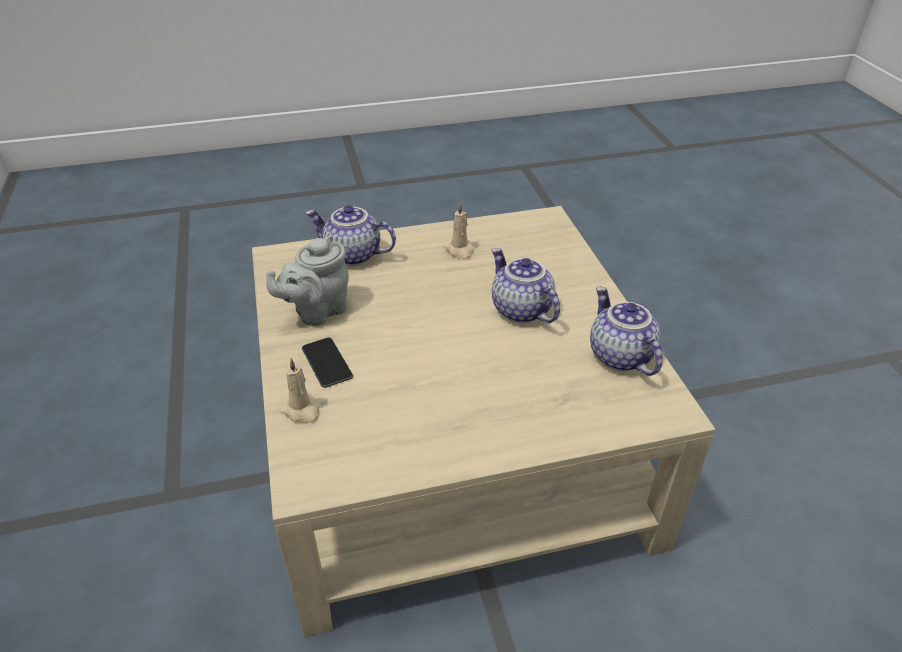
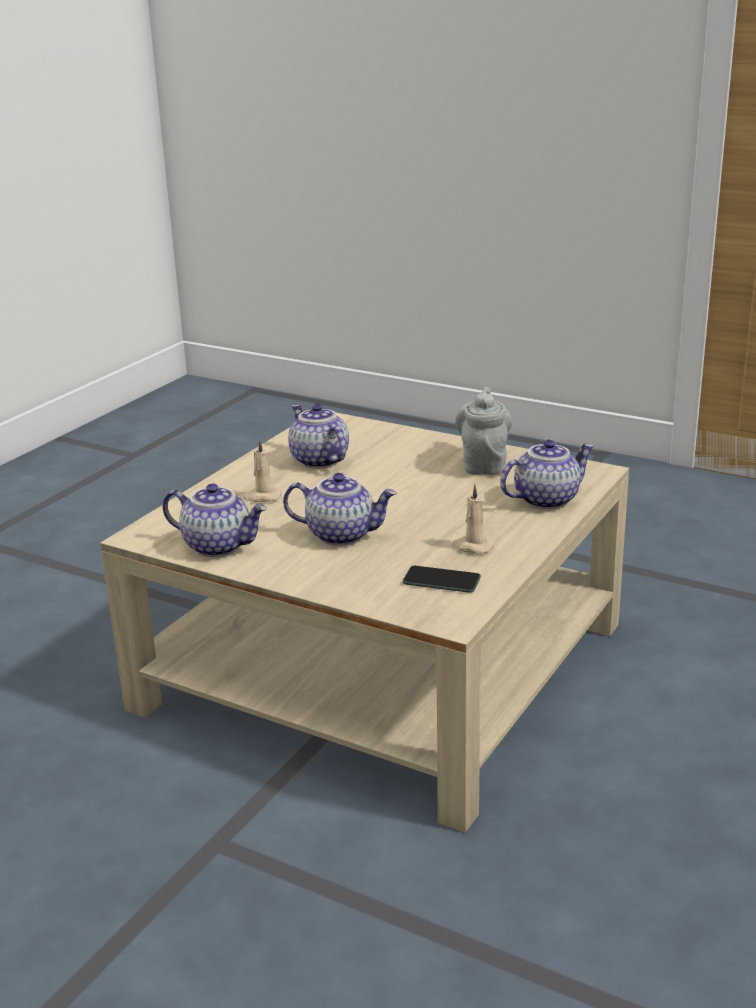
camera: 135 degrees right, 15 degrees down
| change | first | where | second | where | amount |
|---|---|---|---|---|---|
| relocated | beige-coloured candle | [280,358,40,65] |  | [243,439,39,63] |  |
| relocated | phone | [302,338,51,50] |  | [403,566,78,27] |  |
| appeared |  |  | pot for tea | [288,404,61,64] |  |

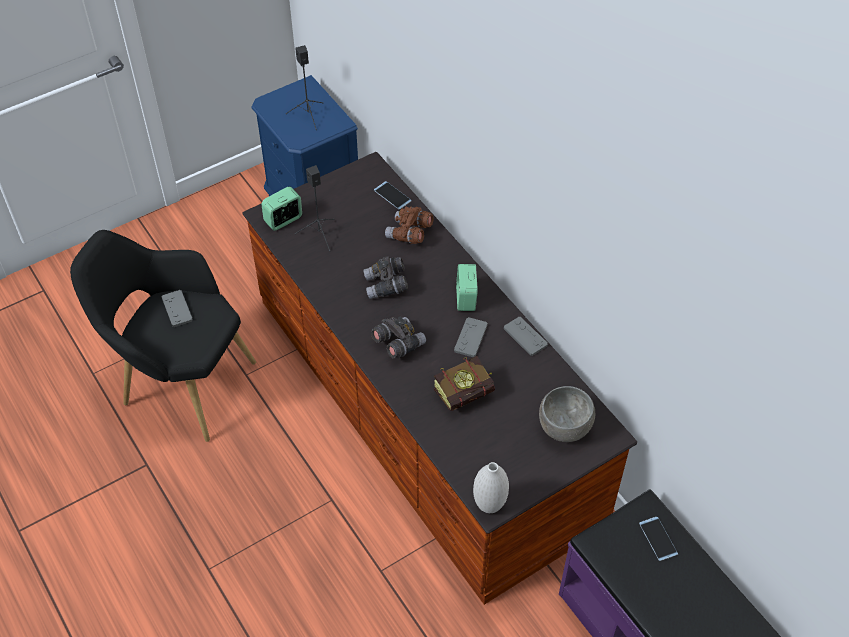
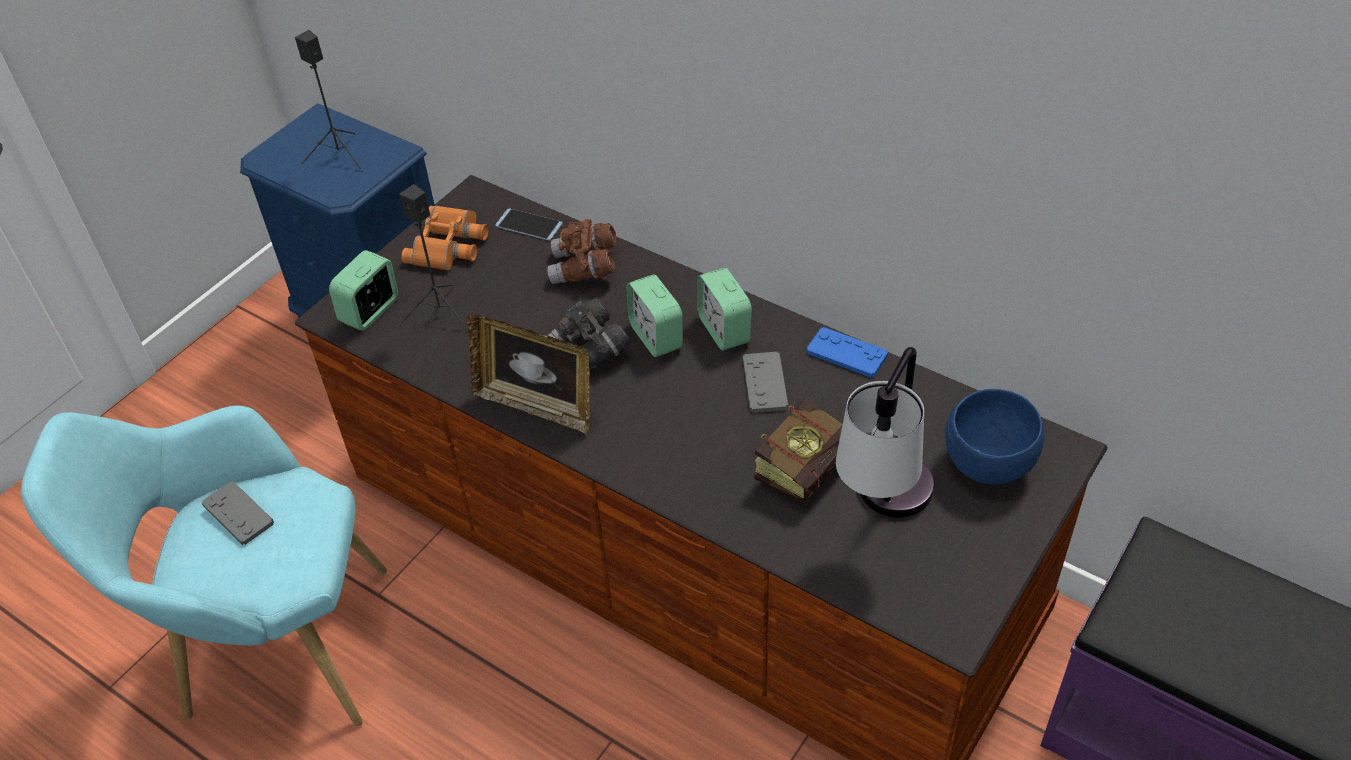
camera: 20 degrees left, 5 degrees down
| change | first | where | second | where | amount |
|---|---|---|---|---|---|
| colour | black lounge chair | [70,230,186,212] | turquoise-coloured lounge chair | [21,406,366,320] |  |
| missing | gray binoculars | [371,316,55,42] |  |  |  |
| missing | white vase | [473,462,36,51] |  |  |  |
| colour | gray gamepad | [504,317,44,39] | blue-coloured gamepad | [806,327,82,51] |  |
| colour | gray bowl | [539,386,56,56] | blue-coloured bowl | [945,389,100,96] |  |
| missing | phone | [639,517,39,44] |  |  |  |
| appeared |  |  | orange binoculars | [401,206,87,65] |  |
| appeared |  |  | photo frame | [467,314,123,121] |  |
| appeared |  |  | bedside clock | [627,274,56,83] |  |
| appeared |  |  | tabletop lamp | [836,347,98,171] |  |

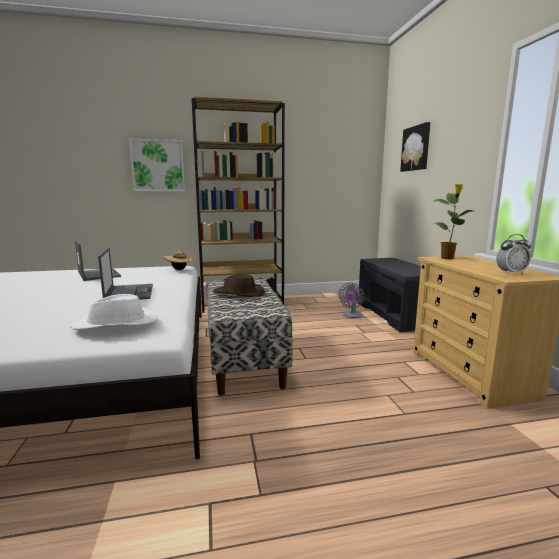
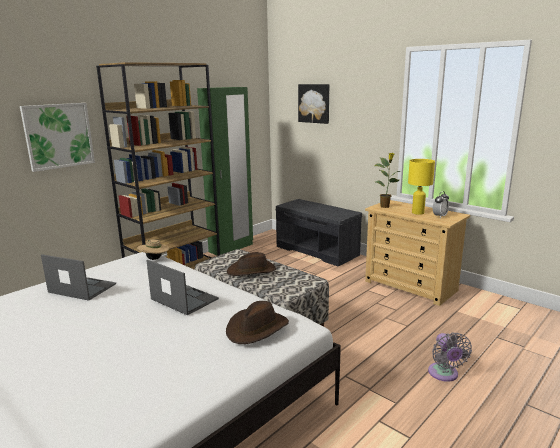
camera: 35 degrees left, 5 degrees up
| change | first | where | second | where | amount |
|---|---|---|---|---|---|
| colour | white clothing hat | [71,294,87,36] | brownish clothing hat | [226,301,63,43] |  |
| relocated | gray electric fan | [338,283,26,35] |  | [428,332,44,50] |  |
| appeared |  |  | greenish wardrobe | [197,87,56,169] |  |
| appeared |  |  | yellow tabletop lamp | [408,159,27,56] |  |

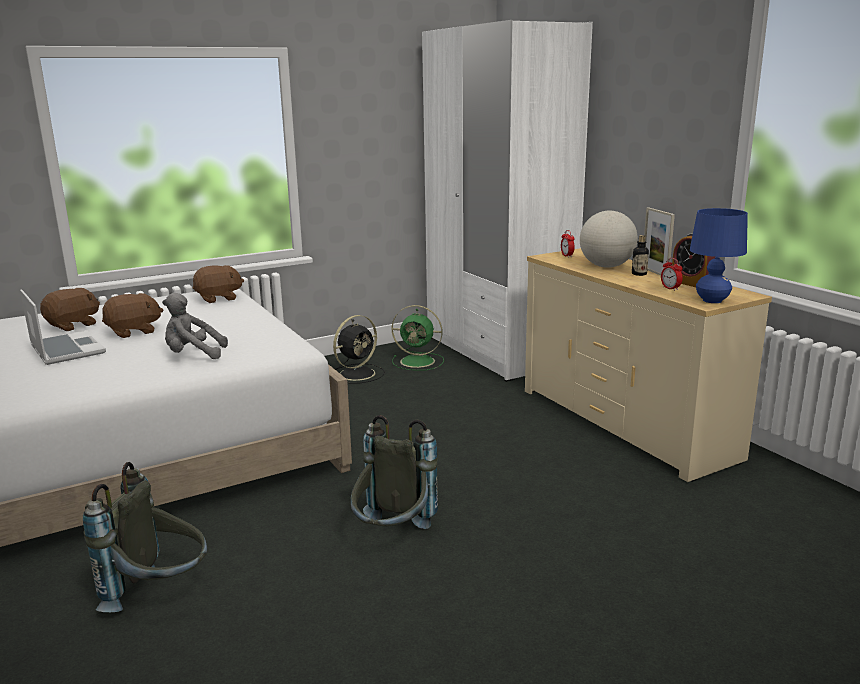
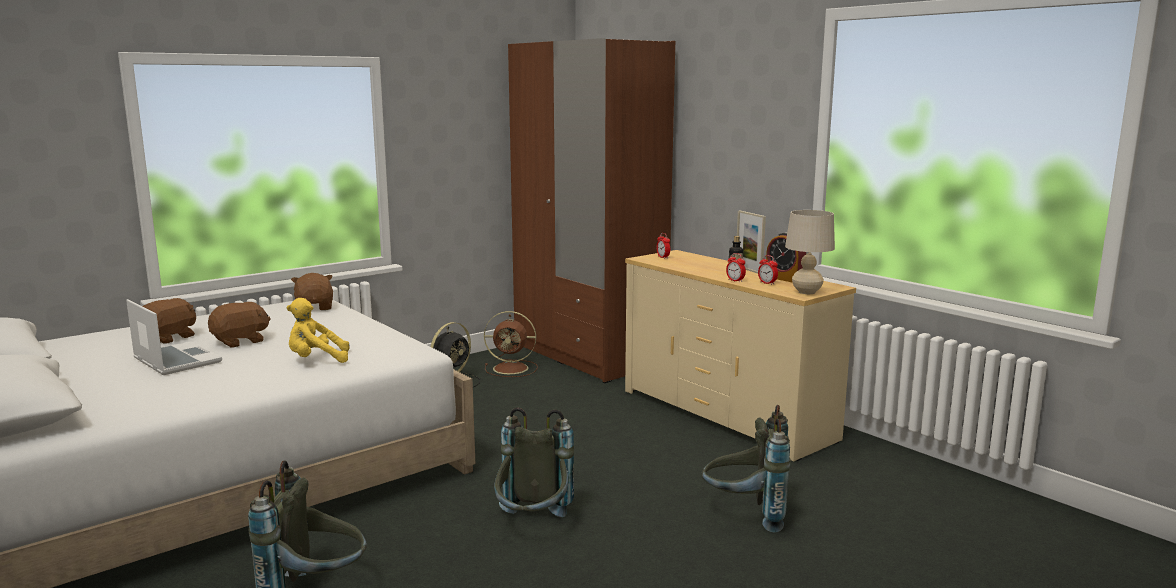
camera: 10 degrees left, 5 degrees down
| change | first | where | second | where | amount |
|---|---|---|---|---|---|
| colour | gray soft toy | [162,293,66,66] | yellow soft toy | [286,298,63,65] |  |
| spun | brownish soft toy | [193,265,51,38] |  | [291,273,42,37] | 75 degrees counterclockwise |
| colour | greenish electric fan | [392,305,52,66] | brownish electric fan | [484,311,54,66] |  |
| colour | white wardrobe | [422,20,171,362] | brownish wardrobe | [508,38,167,345] |  |
| missing | world globe | [580,211,58,57] |  |  |  |
| colour | blue-coloured tabletop lamp | [690,208,58,95] | beige-coloured tabletop lamp | [785,210,50,84] |  |
| appeared |  |  | gray backpack | [702,405,88,128] |  |
| appeared |  |  | bedside clock | [726,253,20,30] |  |

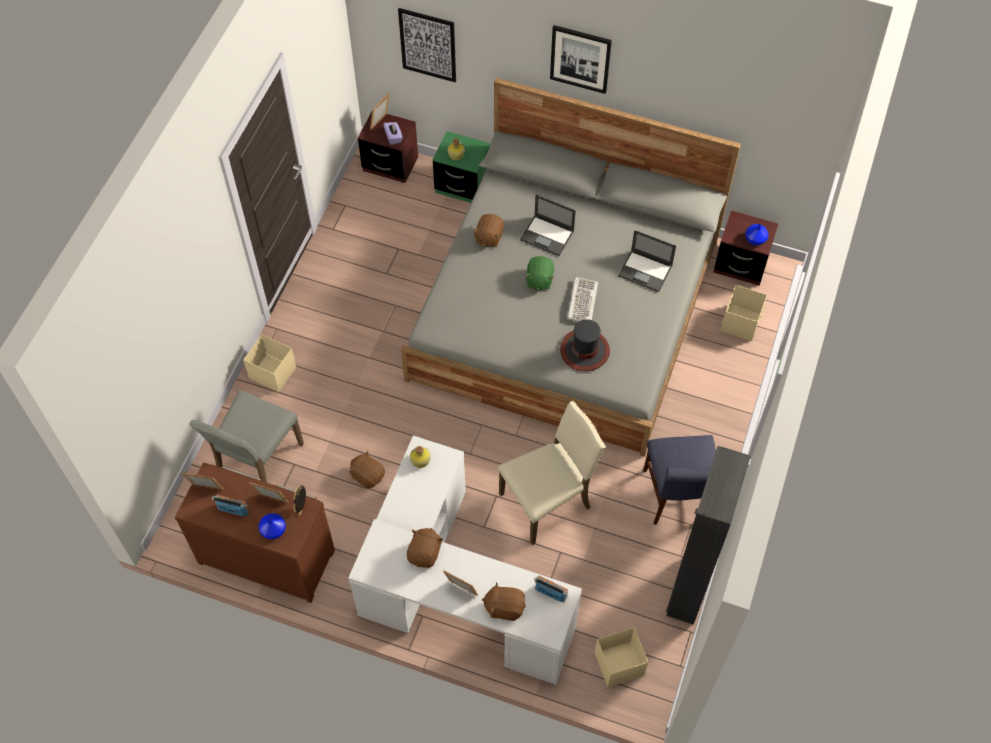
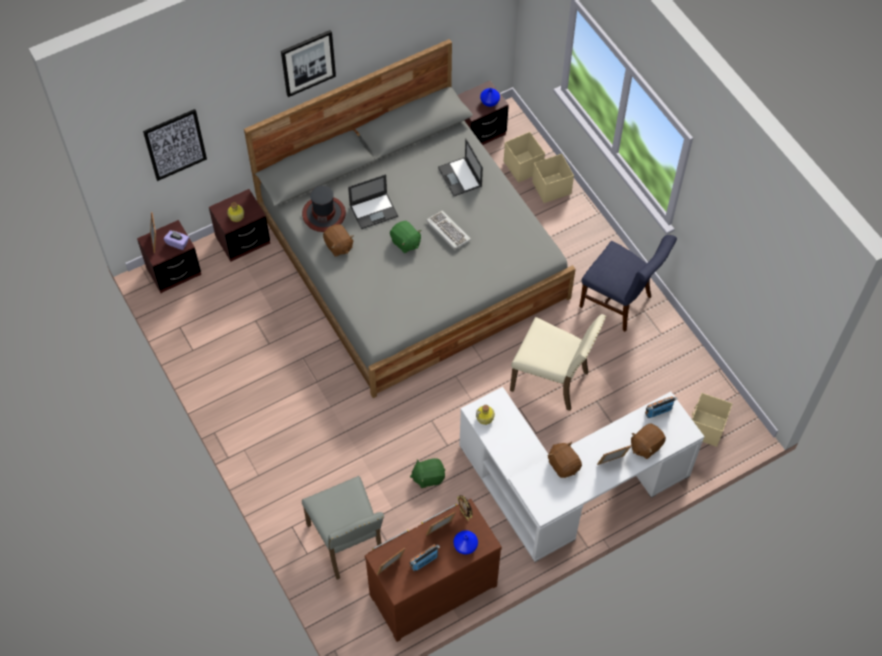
camera: 50 degrees left, 0 degrees up
| change | first | where | second | where | amount |
|---|---|---|---|---|---|
| relocated | beige-coloured storage box | [243,334,53,58] |  | [532,154,42,49] |  |
| colour | brownish soft toy | [349,451,36,38] | greenish soft toy | [410,458,35,30] |  |
| colour | greenish bedside table | [433,131,57,72] | brownish bedside table | [209,189,61,73] |  |
| spun | beige-coloured upright chair | [498,401,108,144] |  | [510,314,96,97] | 105 degrees clockwise |
| relocated | clothing hat | [560,319,50,52] |  | [302,186,44,46] |  |
| spun | notebook computer | [618,230,58,62] |  | [438,138,45,58] | 90 degrees clockwise |
| missing | black wardrobe | [666,446,85,179] |  |  |  |

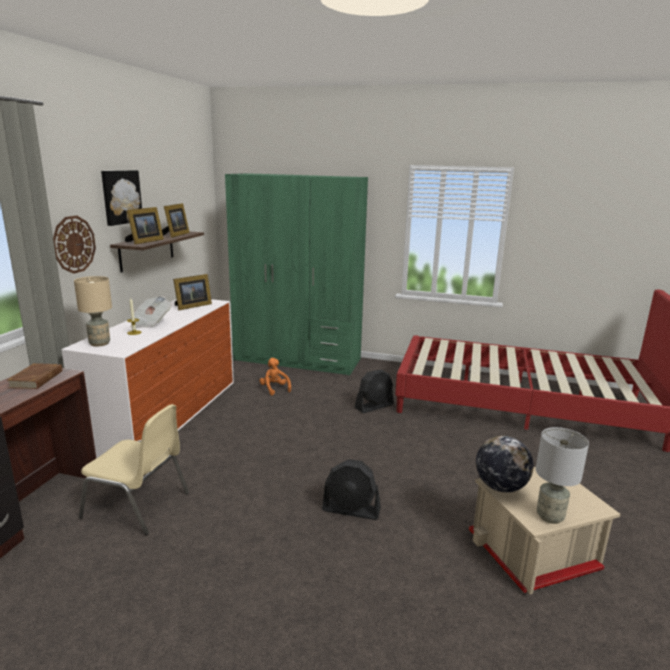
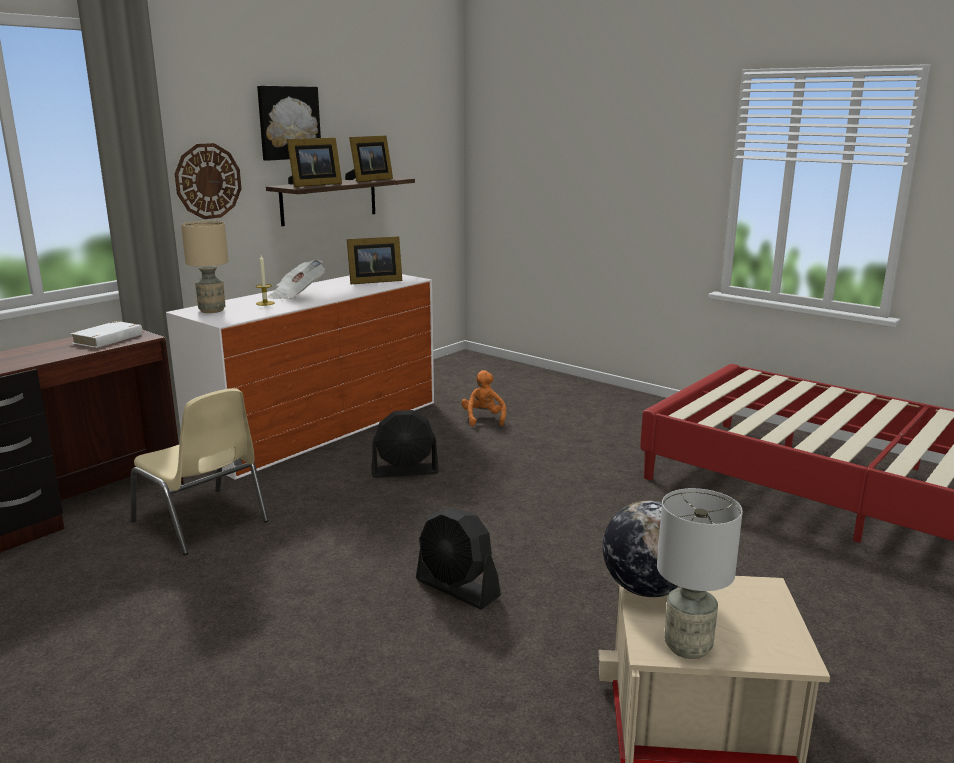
camera: 25 degrees right, 0 degrees up
| change | first | where | second | where | amount |
|---|---|---|---|---|---|
| colour | brownish volume | [6,363,56,26] | white volume | [70,321,74,27] |  |
| missing | greenish wardrobe | [225,173,143,203] |  |  |  |
| relocated | black electric fan | [355,370,39,43] |  | [371,410,68,68] |  |

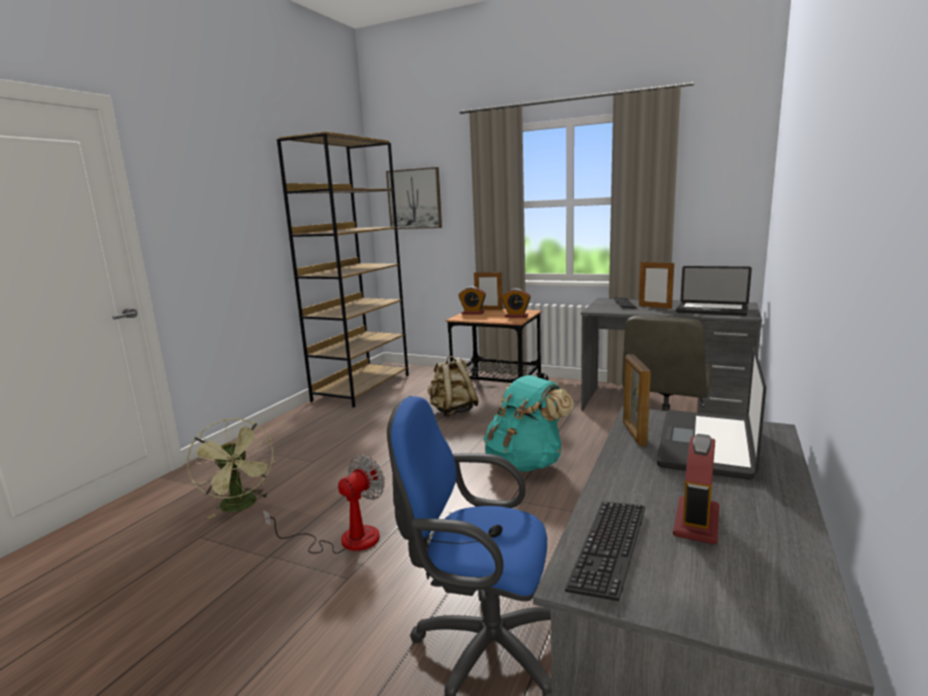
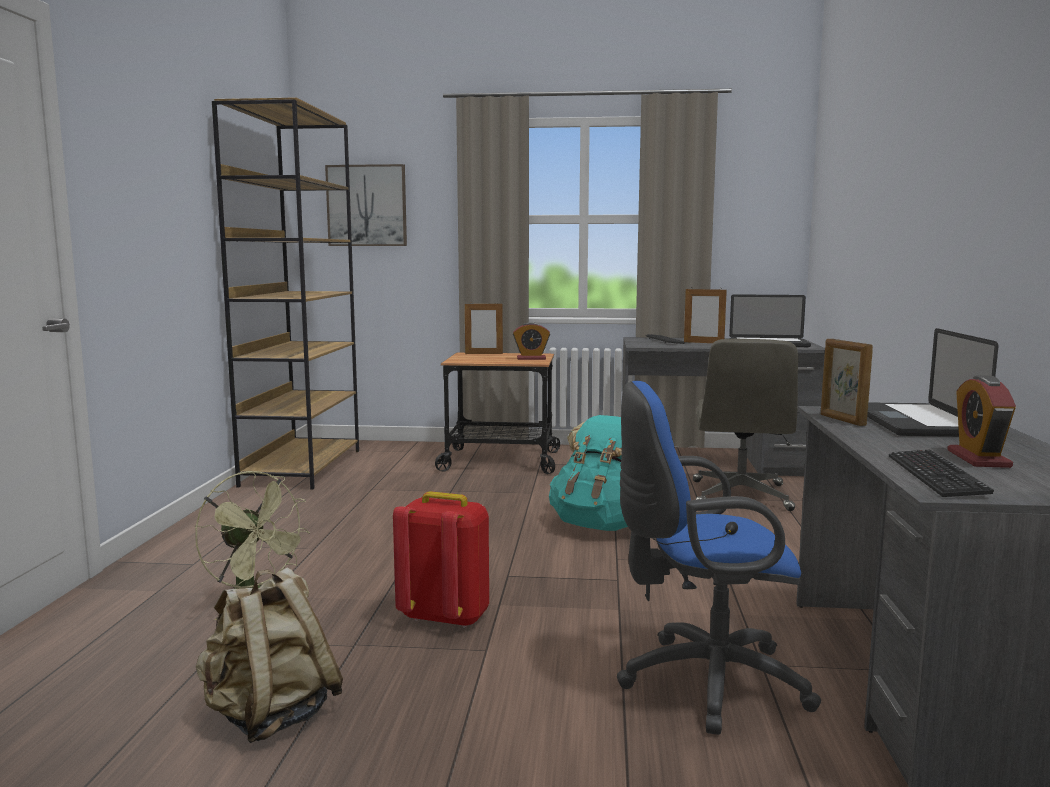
camera: 20 degrees left, 5 degrees down
| change | first | where | second | where | amount |
|---|---|---|---|---|---|
| exchanged | electric fan | [263,455,122,99] | red-coloured backpack | [393,491,96,137] |  |
| relocated | beige-coloured backpack | [427,356,52,61] |  | [196,567,147,176] |  |
| missing | bedside clock | [458,287,28,28] |  |  |  |

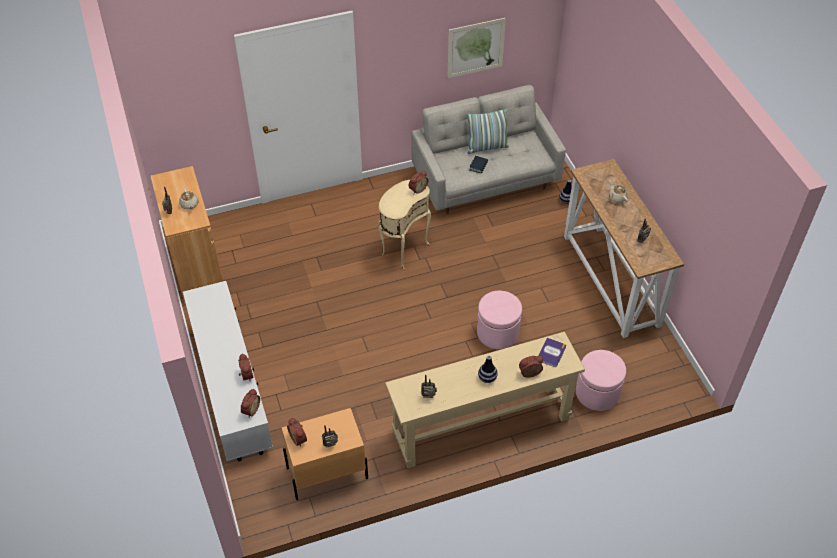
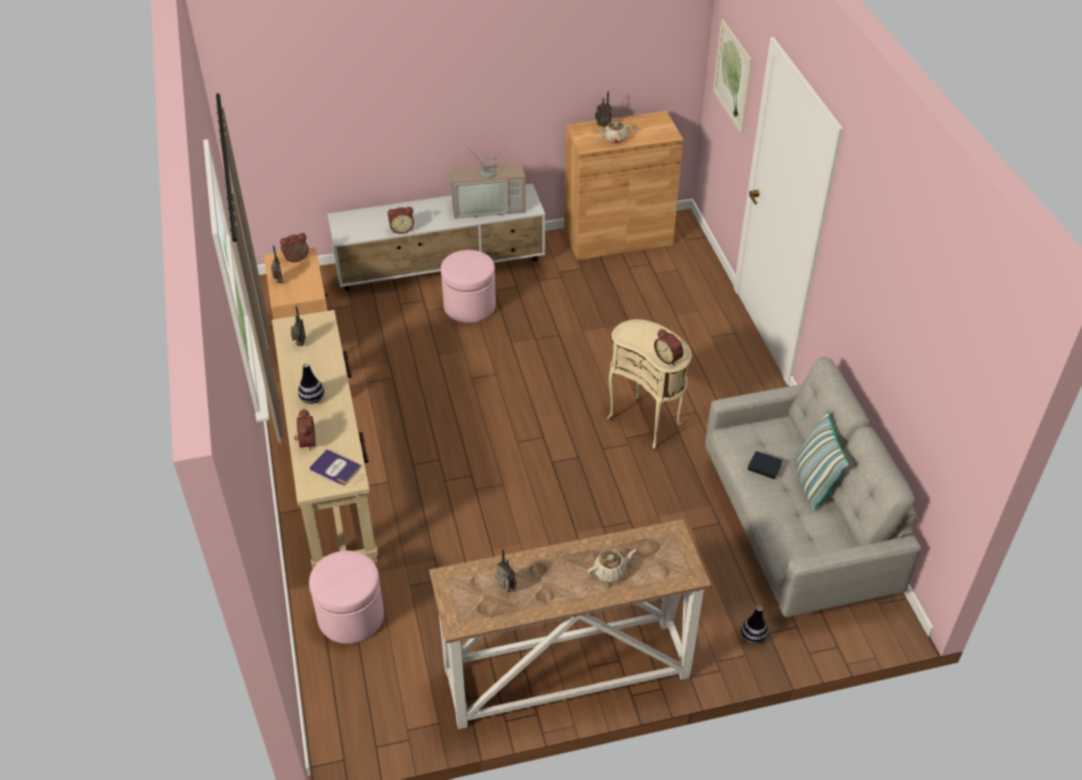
camera: 95 degrees right, 5 degrees down
| change | first | where | second | where | amount |
|---|---|---|---|---|---|
| missing | bedside clock | [241,389,19,28] |  |  |  |
| relocated | wall picture | [448,18,58,60] |  | [713,19,39,115] |  |
| relocated | pink-coloured footrest | [477,291,45,58] |  | [441,250,55,73] |  |
| appeared |  |  | TV set | [450,140,76,79] |  |

